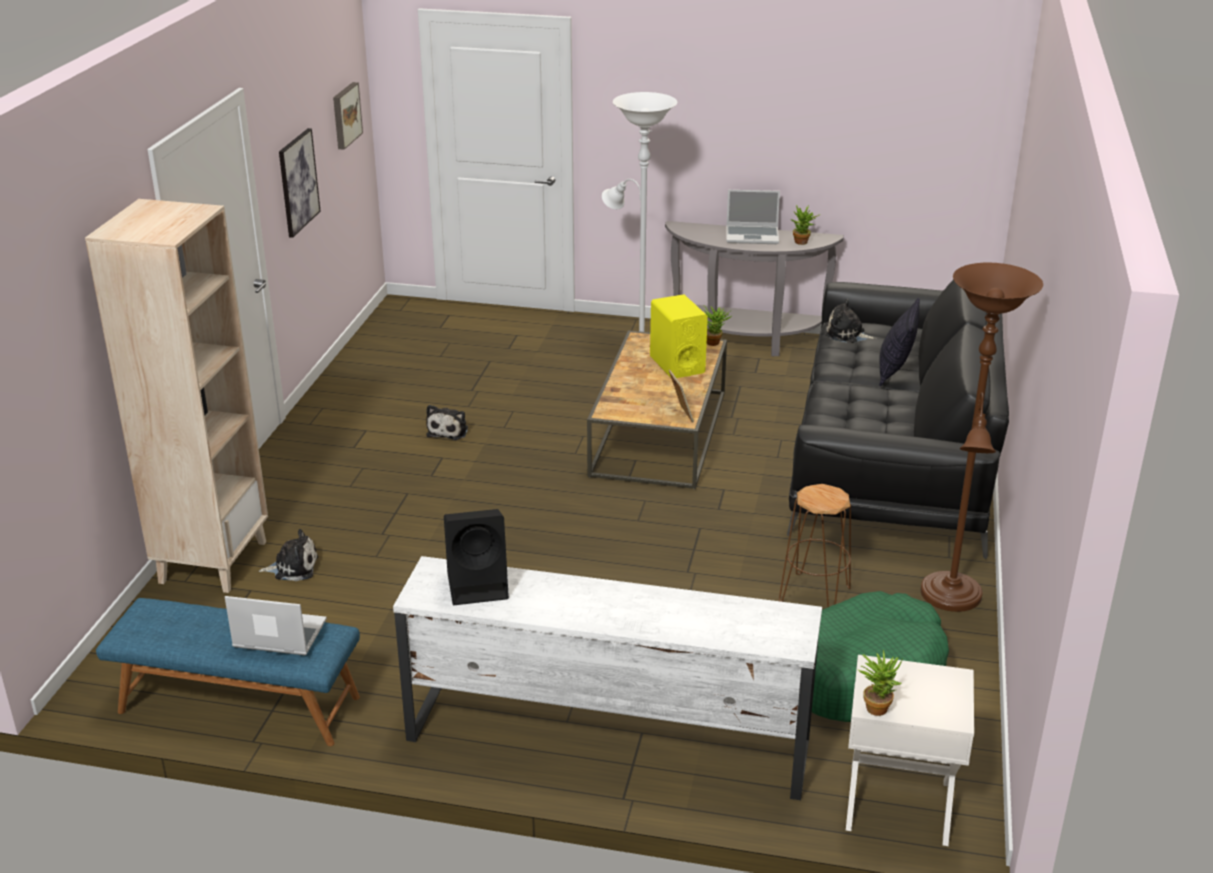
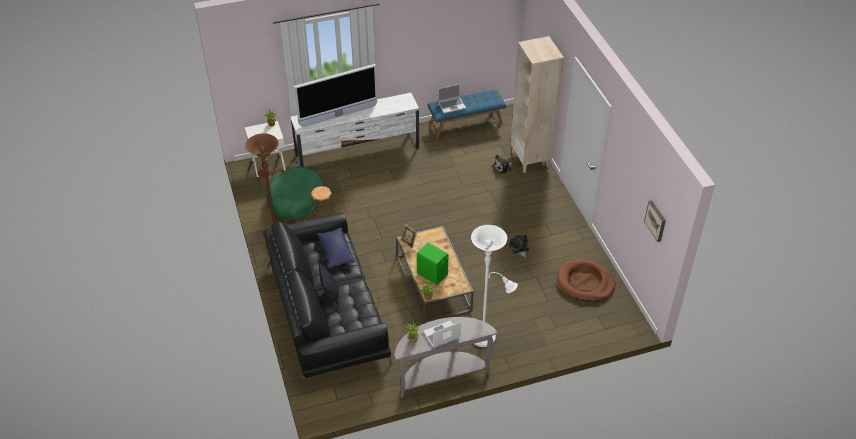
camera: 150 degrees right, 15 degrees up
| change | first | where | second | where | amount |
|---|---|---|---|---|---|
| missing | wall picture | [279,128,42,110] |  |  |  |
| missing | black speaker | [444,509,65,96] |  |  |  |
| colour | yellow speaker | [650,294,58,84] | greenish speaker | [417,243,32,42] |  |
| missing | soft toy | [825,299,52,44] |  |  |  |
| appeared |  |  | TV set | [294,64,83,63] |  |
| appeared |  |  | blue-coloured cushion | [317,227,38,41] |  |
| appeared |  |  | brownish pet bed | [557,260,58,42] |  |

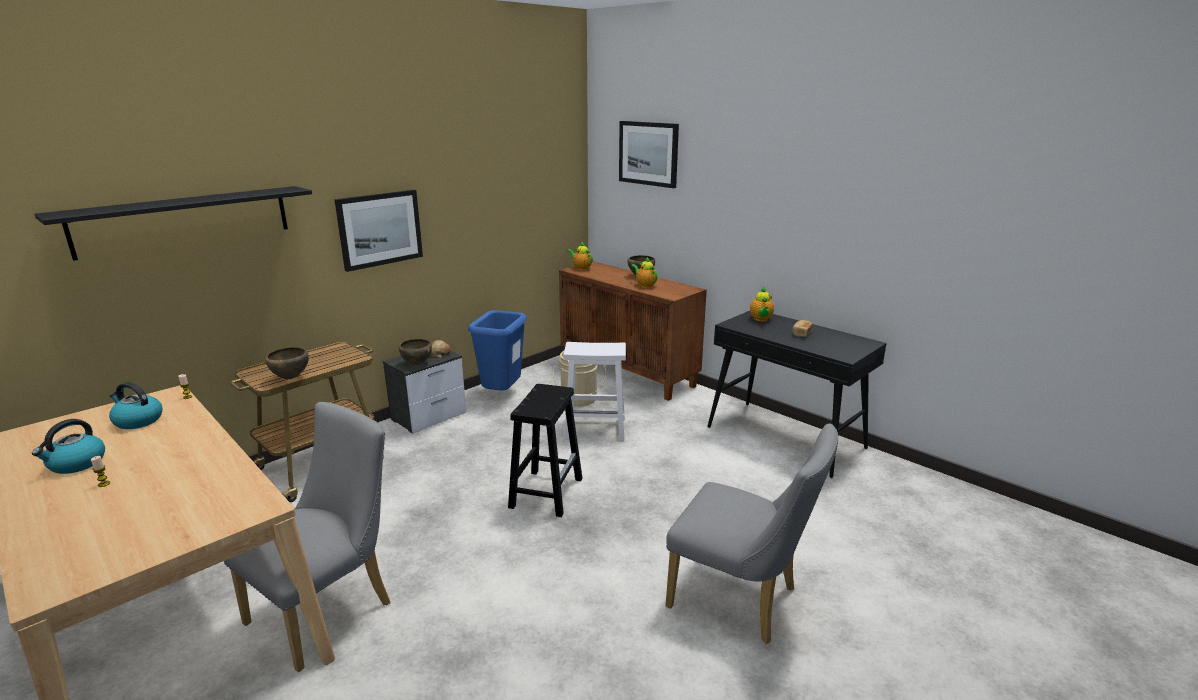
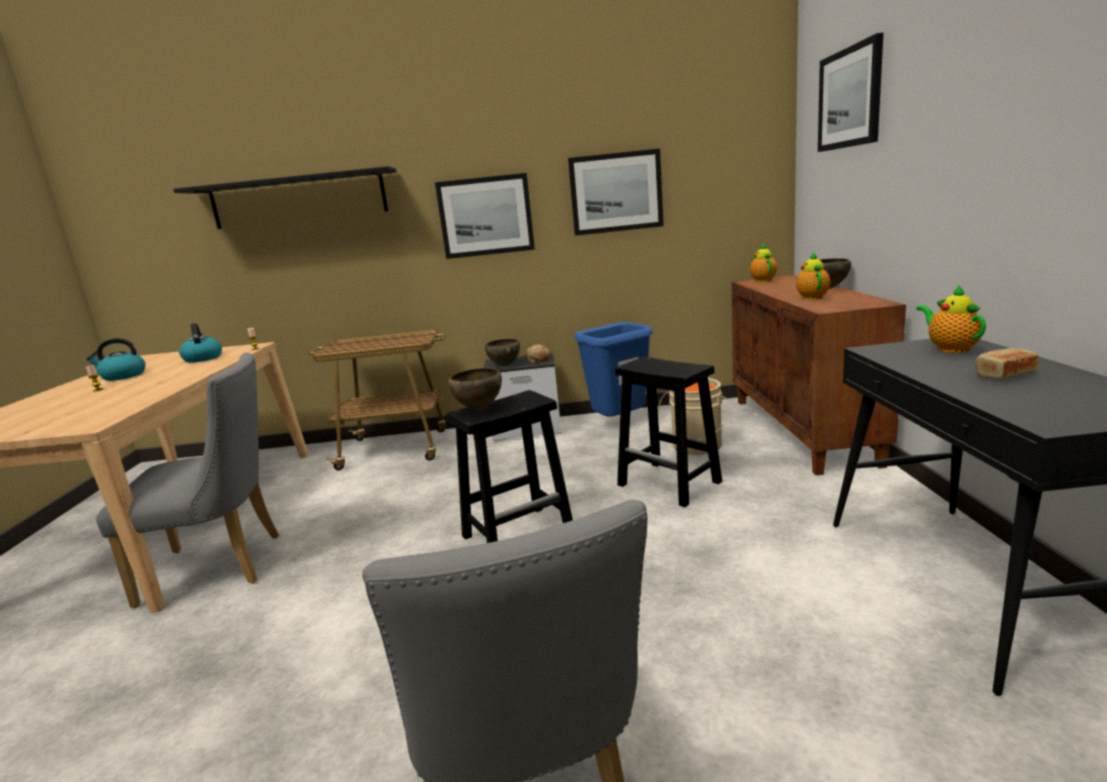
camera: 45 degrees right, 5 degrees down
| change | first | where | second | where | amount |
|---|---|---|---|---|---|
| relocated | brownish bowl | [265,347,44,32] |  | [448,368,54,42] |  |
| colour | white sitting stool | [564,342,62,99] | black sitting stool | [615,357,107,150] |  |
| spun | pot for tea | [750,287,24,35] |  | [916,285,70,68] | 120 degrees clockwise |
| appeared |  |  | wall picture | [568,149,96,87] |  |

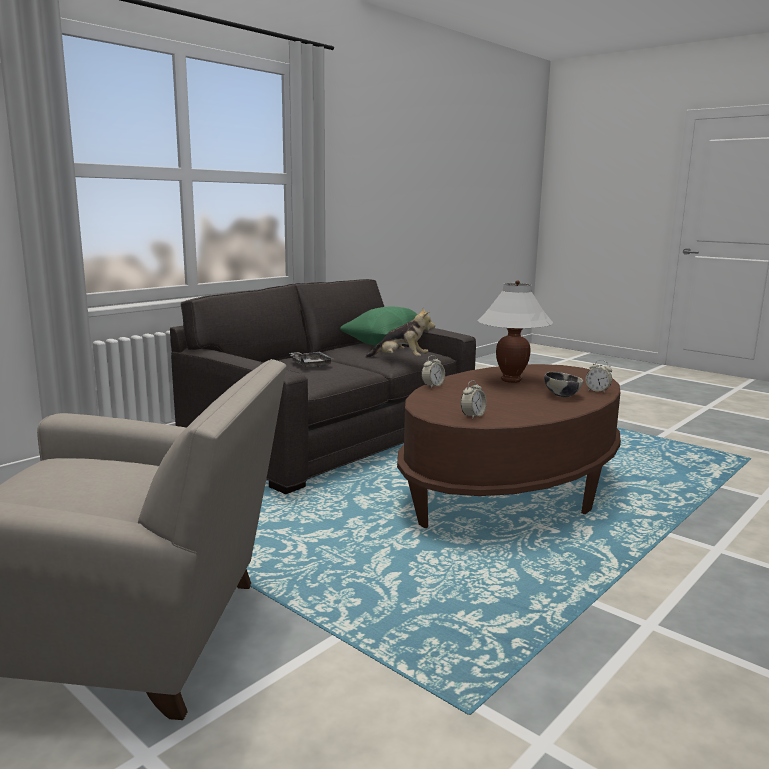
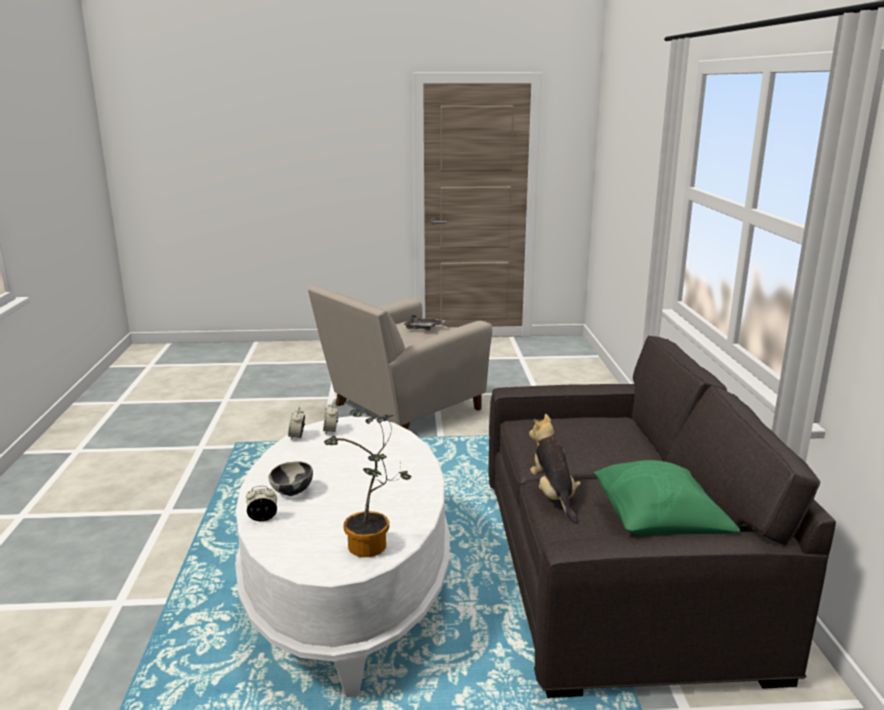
camera: 135 degrees right, 5 degrees up
| change | first | where | second | where | amount |
|---|---|---|---|---|---|
| relocated | gray tray | [290,351,43,17] |  | [403,315,42,16] |  |
| spun | soft toy | [366,308,69,50] |  | [529,414,52,109] | 105 degrees clockwise |
| colour | brownish lounge table | [397,364,224,164] | white lounge table | [235,416,215,282] |  |
| relocated | bedside clock | [421,355,24,33] |  | [288,407,17,34] |  |
| missing | white tabletop lamp | [477,280,76,103] |  |  |  |
| appeared |  |  | houseplant | [324,410,88,147] |  |

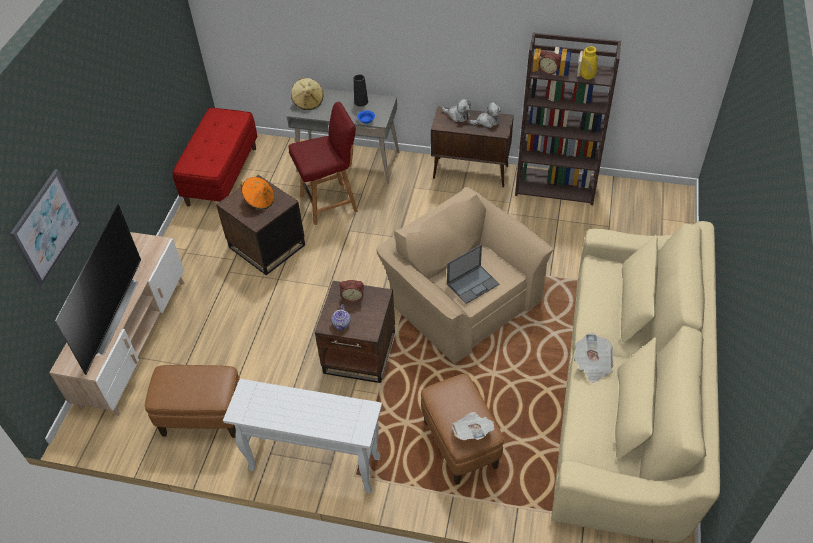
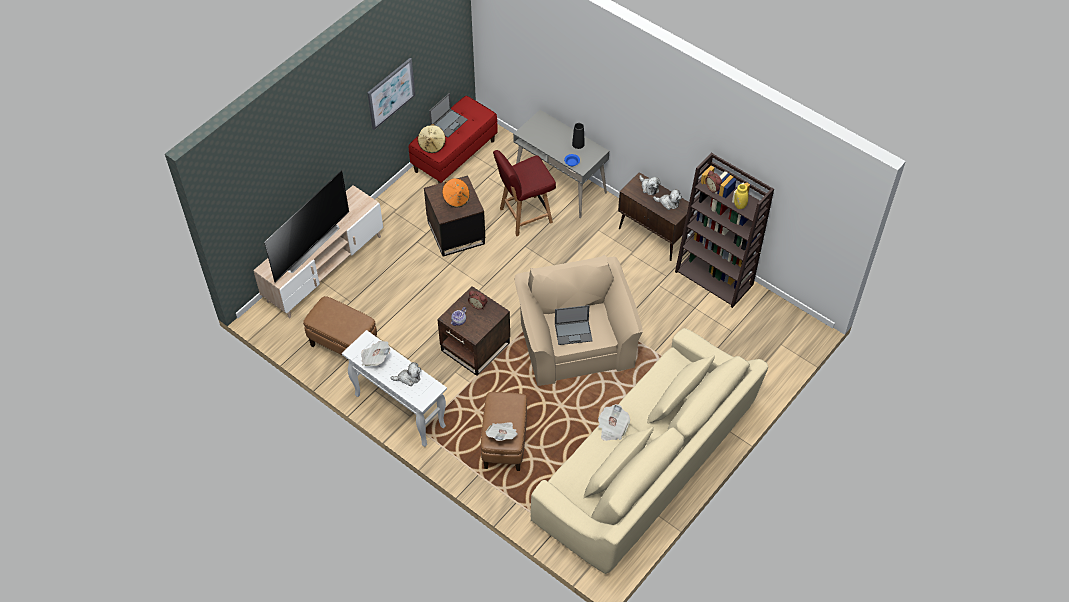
camera: 25 degrees right, 5 degrees up
| change | first | where | second | where | amount |
|---|---|---|---|---|---|
| relocated | wall picture | [10,169,72,117] |  | [367,58,48,72] |  |
| spun | red-coloured upright chair | [288,102,70,123] |  | [493,150,63,86] | 150 degrees clockwise |
| relocated | beige-coloured clothing hat | [291,78,32,32] |  | [418,124,27,29] |  |
| appeared |  |  | newspaper | [361,341,30,25] |  |
| appeared |  |  | soft toy | [391,362,31,24] |  |
| appeared |  |  | notebook computer | [429,93,39,44] |  |

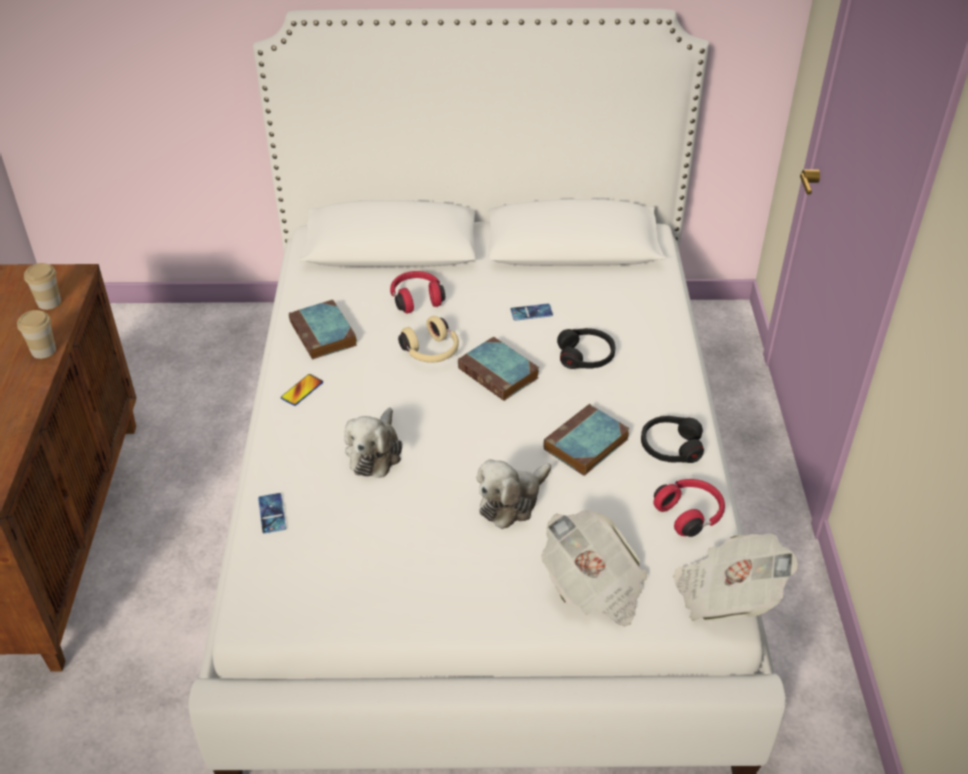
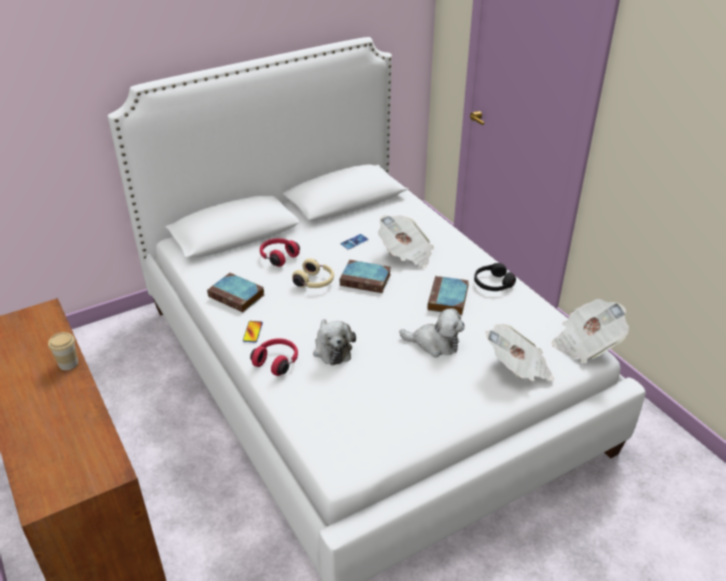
camera: 30 degrees left, 5 degrees down
| change | first | where | second | where | amount |
|---|---|---|---|---|---|
| missing | small cup | [24,263,37,47] |  |  |  |
| missing | phone | [258,493,28,41] |  |  |  |
| spun | soft toy | [477,459,74,70] |  | [399,308,66,49] | 90 degrees counterclockwise |
| exchanged | black pair of headphones | [557,328,58,41] | newspaper | [378,215,56,53] |  |
| relocated | red-coloured pair of headphones | [654,479,71,58] |  | [250,338,48,38] |  |

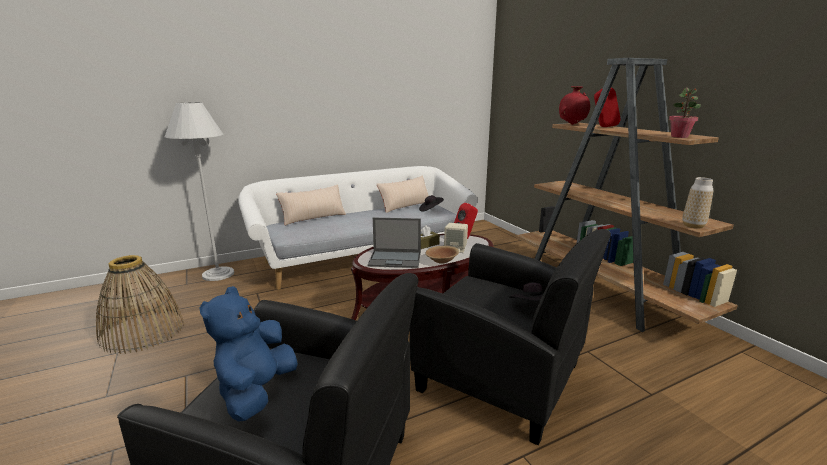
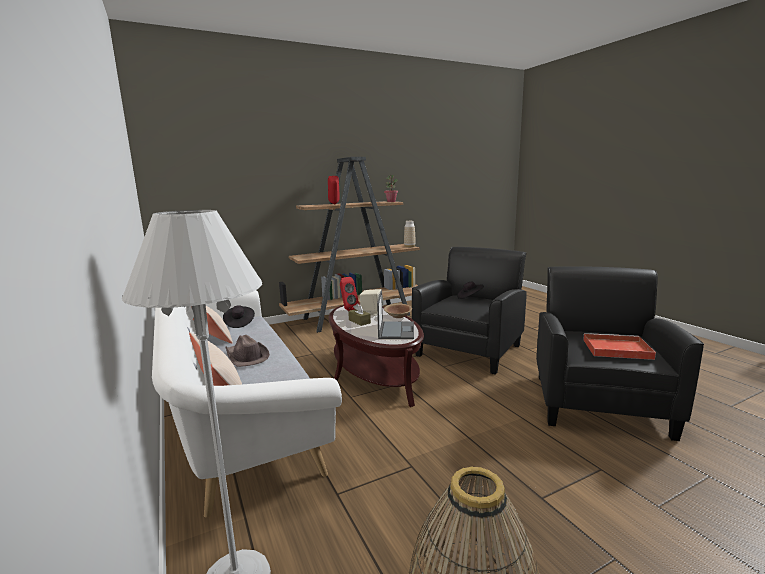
camera: 90 degrees left, 5 degrees down
| change | first | where | second | where | amount |
|---|---|---|---|---|---|
| exchanged | blue-coloured soft toy | [199,286,99,136] | red-coloured tray | [583,333,73,27] |  |
| missing | red-coloured vase | [559,86,31,39] |  |  |  |
| appeared |  |  | brownish clothing hat | [226,335,44,32] |  |

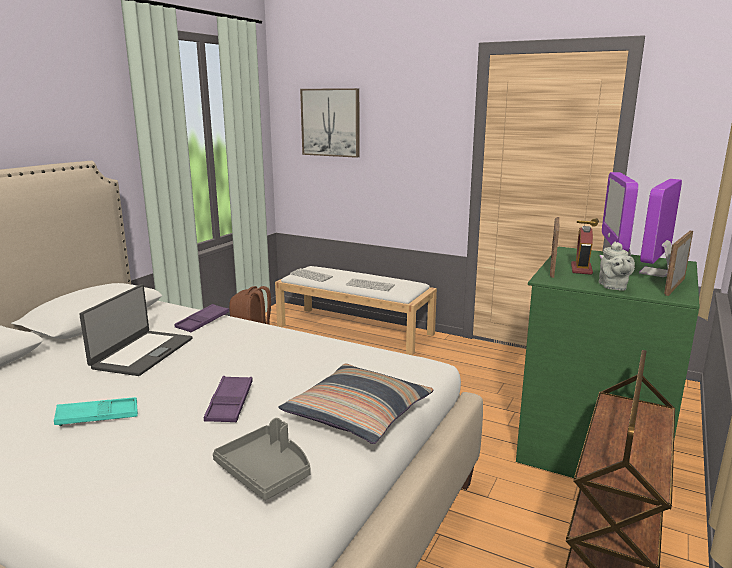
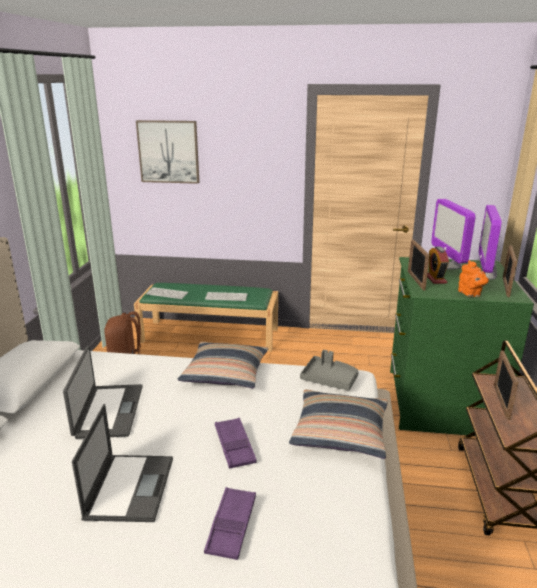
camera: 20 degrees left, 5 degrees up
| change | first | where | second | where | amount |
|---|---|---|---|---|---|
| exchanged | turquoise-coloured tray | [54,397,84,29] | notebook computer | [72,404,101,118] |  |
| relocated | purplish tray | [174,304,55,28] |  | [204,487,52,73] |  |
| relocated | gray tray | [213,418,98,82] |  | [300,350,59,41] |  |
| colour | white indoor bench | [275,266,162,89] | greenish indoor bench | [134,283,144,69] |  |
| colour | gray pot for tea | [599,241,36,50] | orange pot for tea | [458,260,31,37] |  |
| appeared |  |  | cushion | [177,342,91,46] |  |
| appeared |  |  | photo frame | [494,351,24,69] |  |

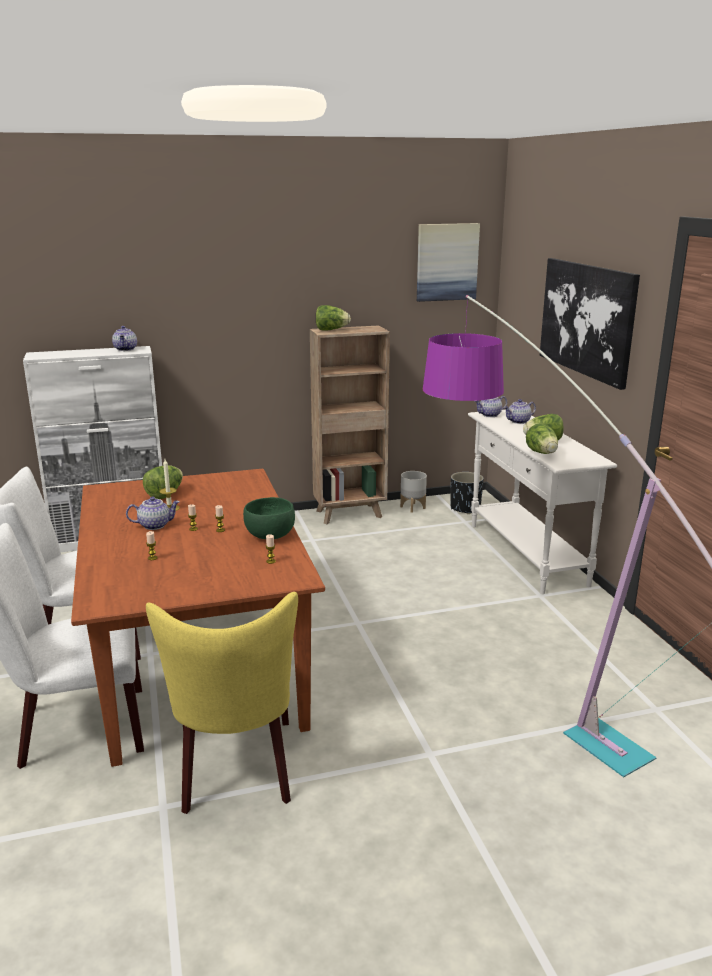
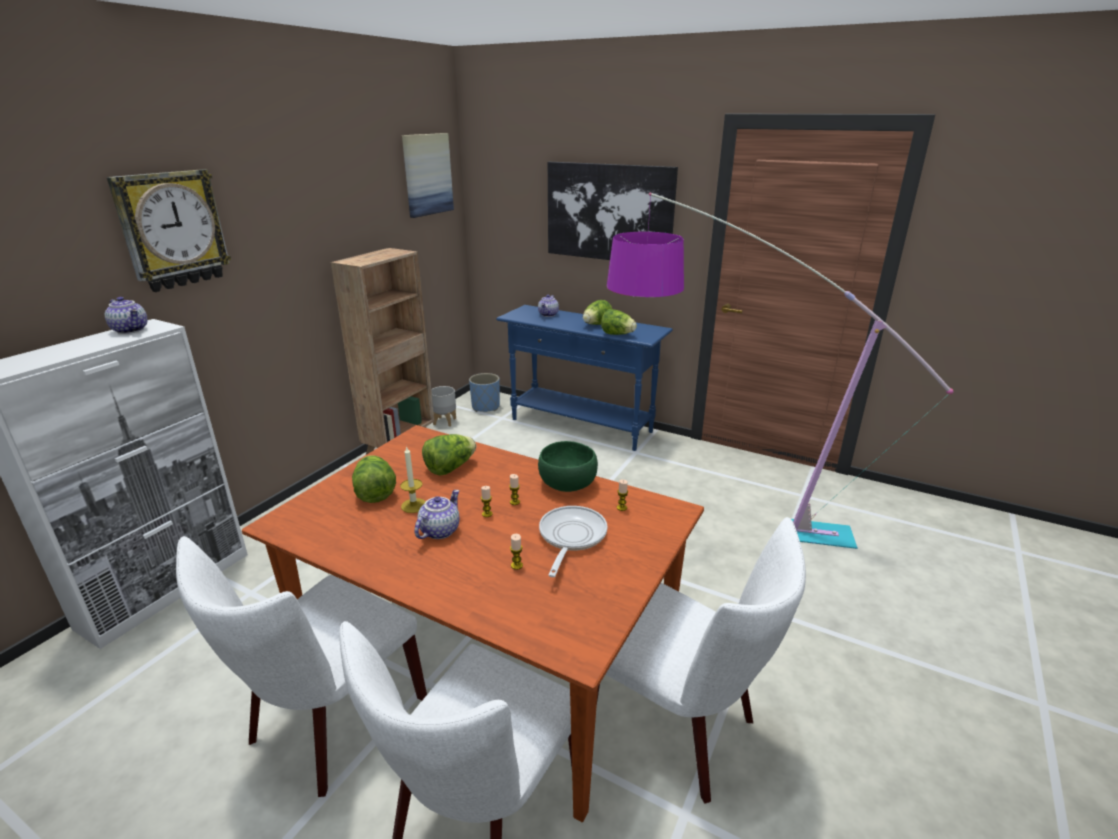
camera: 45 degrees left, 5 degrees up
| change | first | where | second | where | amount |
|---|---|---|---|---|---|
| colour | yellow upright chair | [146,592,152,222] | white upright chair | [597,517,209,287] |  |
| relocated | lettuce | [316,305,35,26] |  | [422,434,54,42] |  |
| colour | black flower pot | [450,472,34,42] | blue-coloured flower pot | [469,373,31,39] |  |
| colour | white hall table | [468,410,149,184] | blue-coloured hall table | [496,305,177,146] |  |
| missing | pot for tea | [475,396,32,21] |  |  |  |
| appeared |  |  | clock on the wall | [107,169,124,123] |  |
| appeared |  |  | pan | [539,506,69,71] |  |

